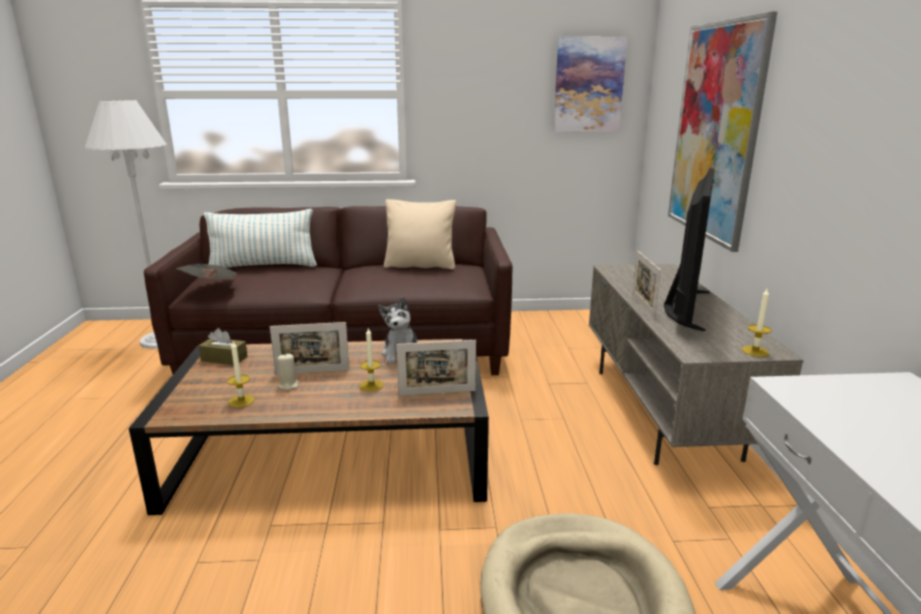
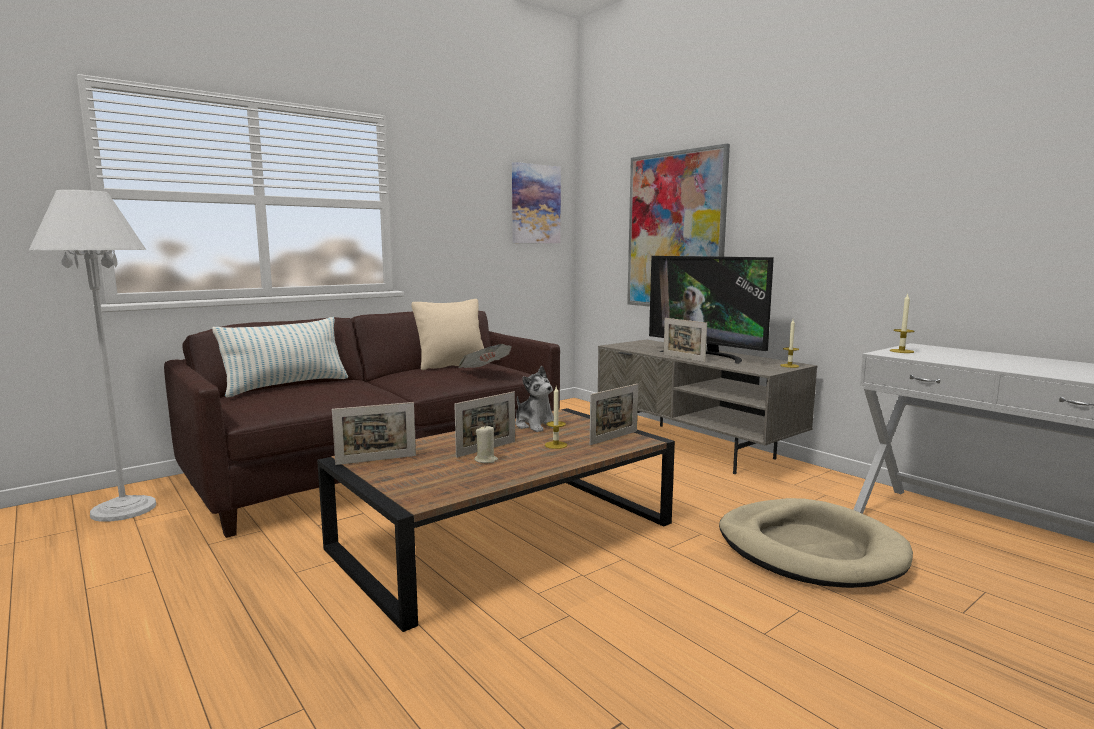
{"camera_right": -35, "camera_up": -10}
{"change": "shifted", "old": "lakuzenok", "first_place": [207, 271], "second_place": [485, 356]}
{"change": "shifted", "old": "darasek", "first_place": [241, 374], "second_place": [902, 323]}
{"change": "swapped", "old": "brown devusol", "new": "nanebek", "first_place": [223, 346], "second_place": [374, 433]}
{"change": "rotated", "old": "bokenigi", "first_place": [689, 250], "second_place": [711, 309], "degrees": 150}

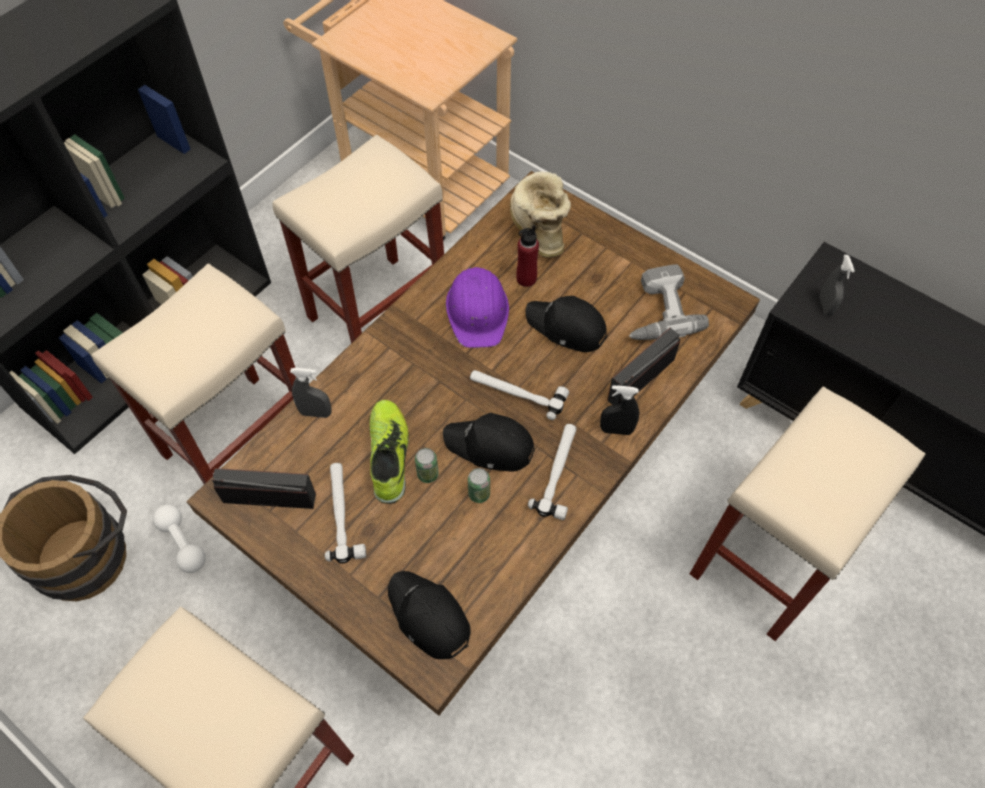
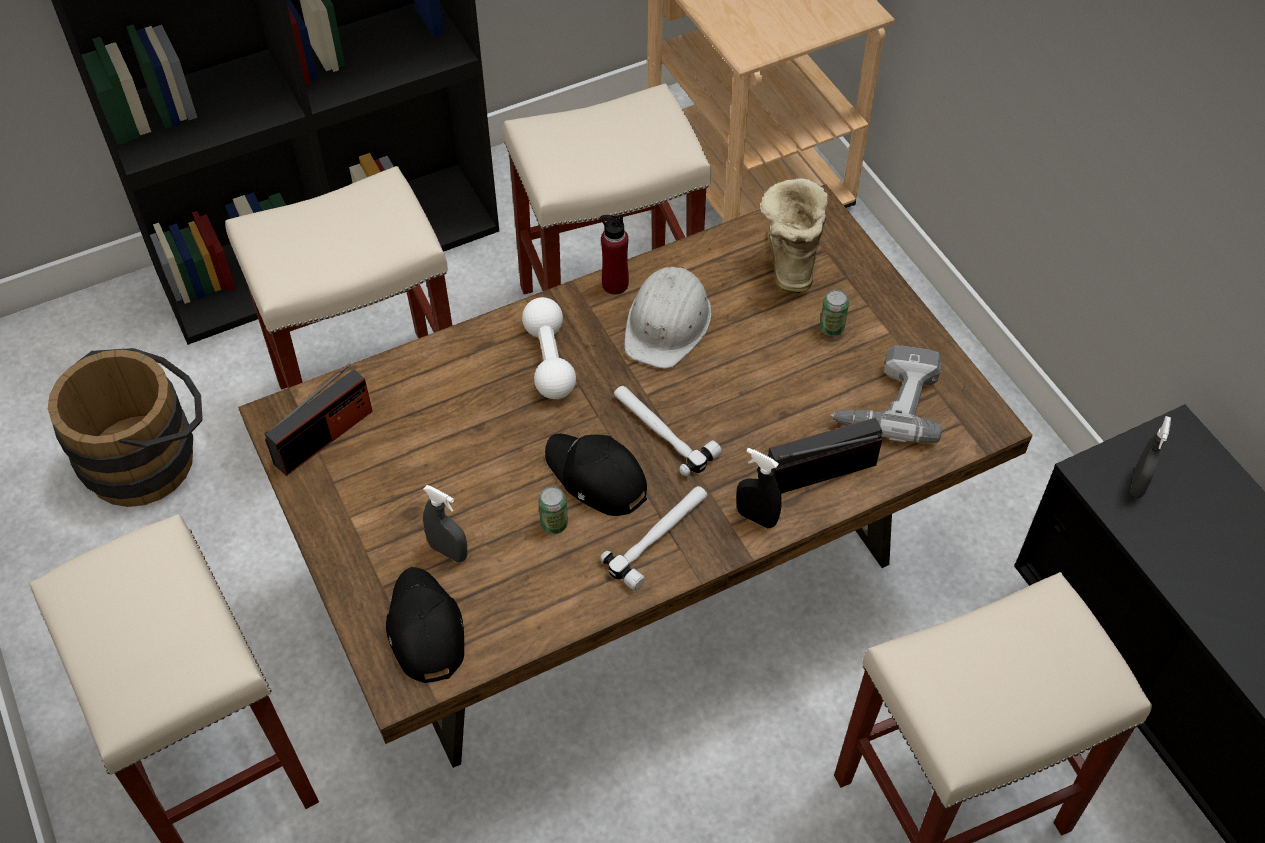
{"camera_right": 25, "camera_up": -5}
{"change": "gone", "old": "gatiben", "first_place": [346, 513]}
{"change": "gone", "old": "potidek", "first_place": [389, 452]}
{"change": "gone", "old": "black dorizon", "first_place": [566, 324]}
{"change": "shifted", "old": "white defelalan", "first_place": [179, 539], "second_place": [549, 348]}
{"change": "shifted", "old": "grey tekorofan", "first_place": [311, 393], "second_place": [445, 523]}
{"change": "shifted", "old": "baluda", "first_place": [427, 465], "second_place": [834, 312]}
{"change": "shifted", "old": "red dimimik", "first_place": [527, 256], "second_place": [614, 254]}
{"change": "repainted", "old": "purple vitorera", "new": "white vitorera", "first_place": [477, 307], "second_place": [668, 318]}
{"change": "rotated", "old": "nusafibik", "first_place": [263, 488], "second_place": [319, 420], "degrees": 105}

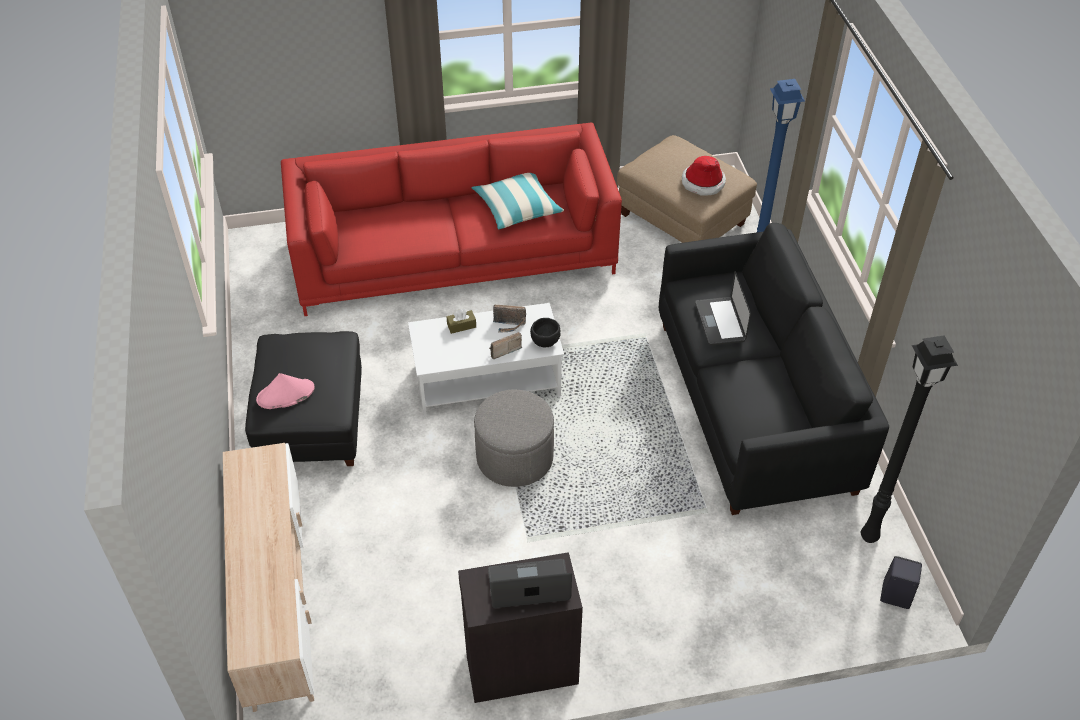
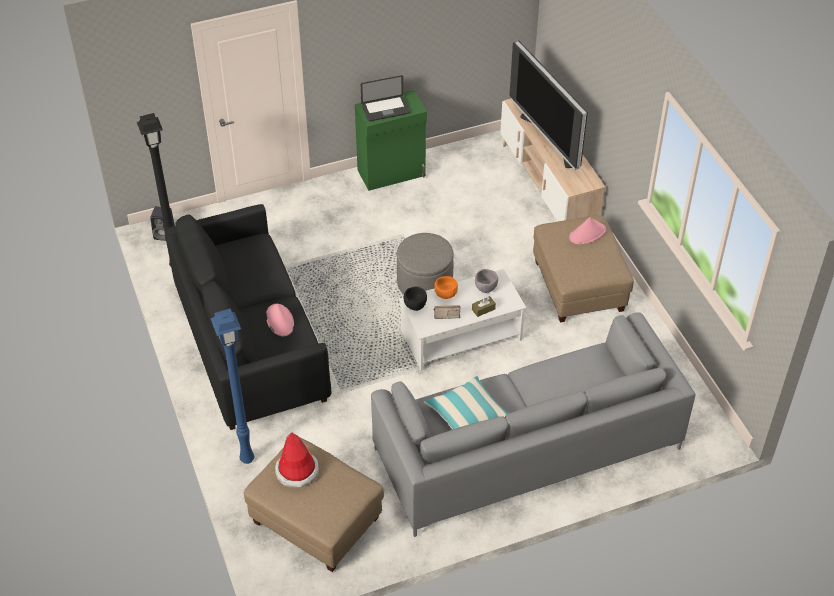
{"camera_right": 170, "camera_up": 0}
{"change": "new", "new": "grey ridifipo", "second_place": [486, 281]}
{"change": "new", "new": "bokenigi", "second_place": [548, 105]}
{"change": "swapped", "old": "nusafibik", "new": "orange ridifipo", "first_place": [505, 345], "second_place": [446, 287]}
{"change": "swapped", "old": "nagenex", "new": "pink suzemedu", "first_place": [723, 308], "second_place": [280, 319]}
{"change": "repainted", "old": "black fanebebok", "new": "beige fanebebok", "first_place": [303, 398], "second_place": [583, 268]}
{"change": "repainted", "old": "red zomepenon", "new": "grey zomepenon", "first_place": [451, 219], "second_place": [533, 424]}
{"change": "repainted", "old": "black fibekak", "new": "green fibekak", "first_place": [520, 627], "second_place": [391, 140]}

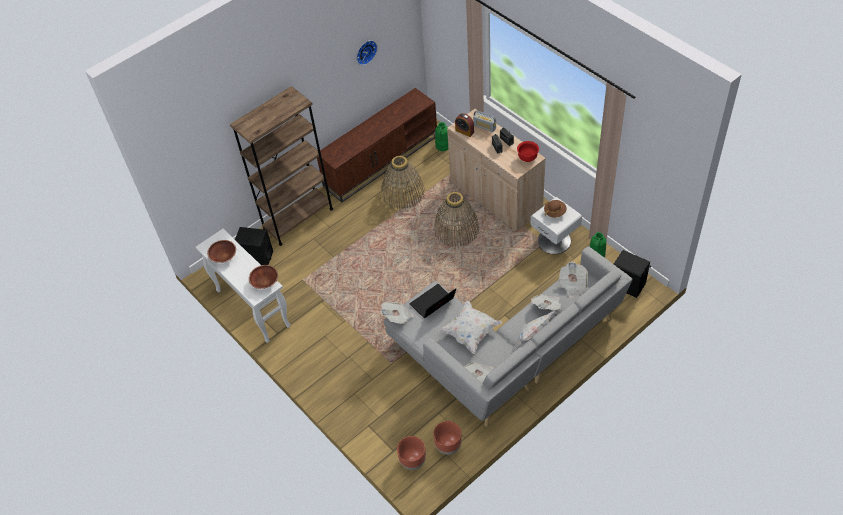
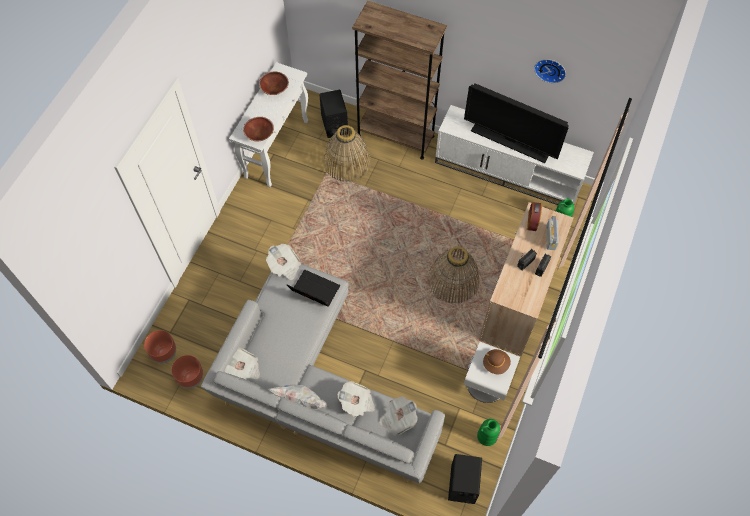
{"camera_right": 60, "camera_up": 10}
{"change": "gone", "old": "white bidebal", "first_place": [470, 327]}
{"change": "gone", "old": "red ridifipo", "first_place": [528, 151]}
{"change": "new", "new": "bokenigi", "second_place": [516, 123]}
{"change": "shifted", "old": "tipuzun", "first_place": [403, 182], "second_place": [347, 153]}
{"change": "repainted", "old": "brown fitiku", "new": "white fitiku", "first_place": [377, 145], "second_place": [514, 155]}

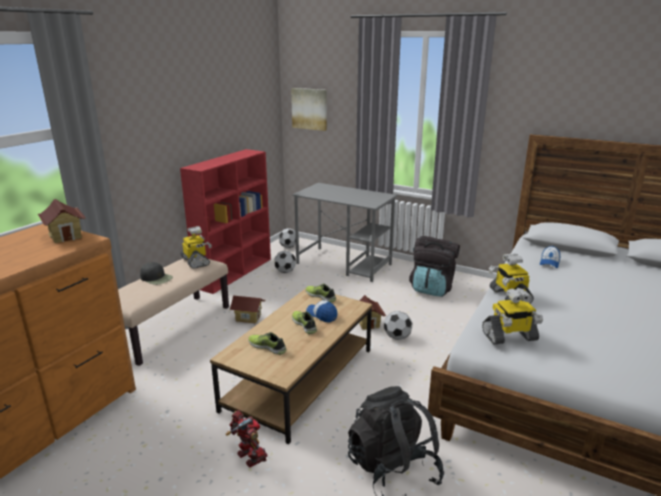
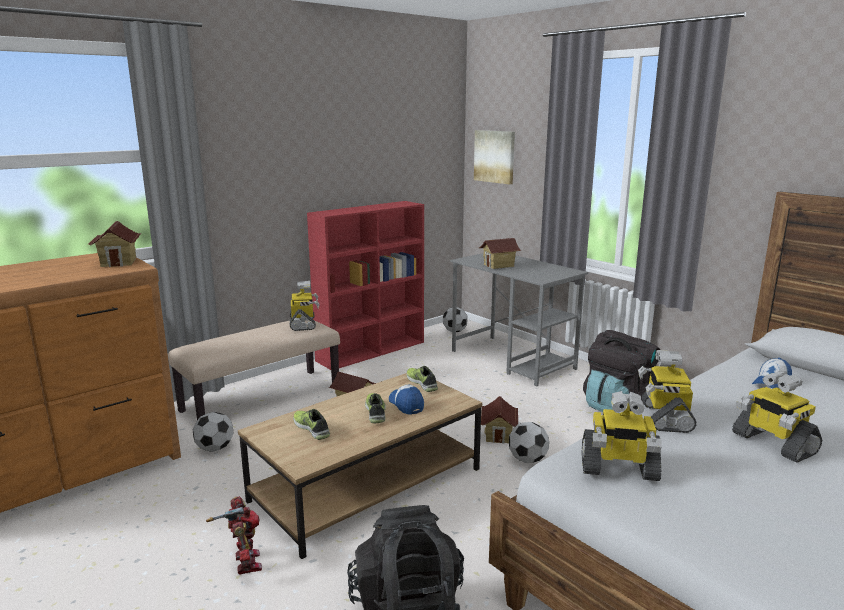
{"camera_right": 20, "camera_up": -5}
{"change": "gone", "old": "black dorizon", "first_place": [156, 273]}
{"change": "new", "new": "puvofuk", "second_place": [500, 253]}
{"change": "new", "new": "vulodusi", "second_place": [777, 417]}
{"change": "shifted", "old": "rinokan", "first_place": [285, 262], "second_place": [213, 432]}

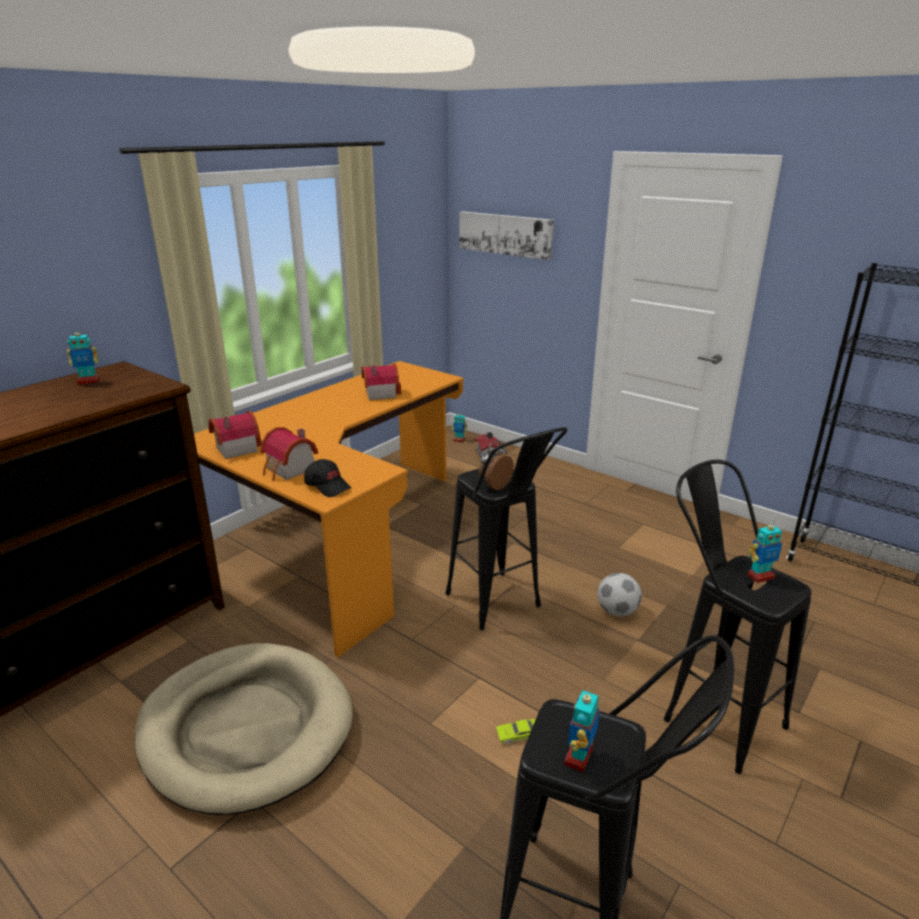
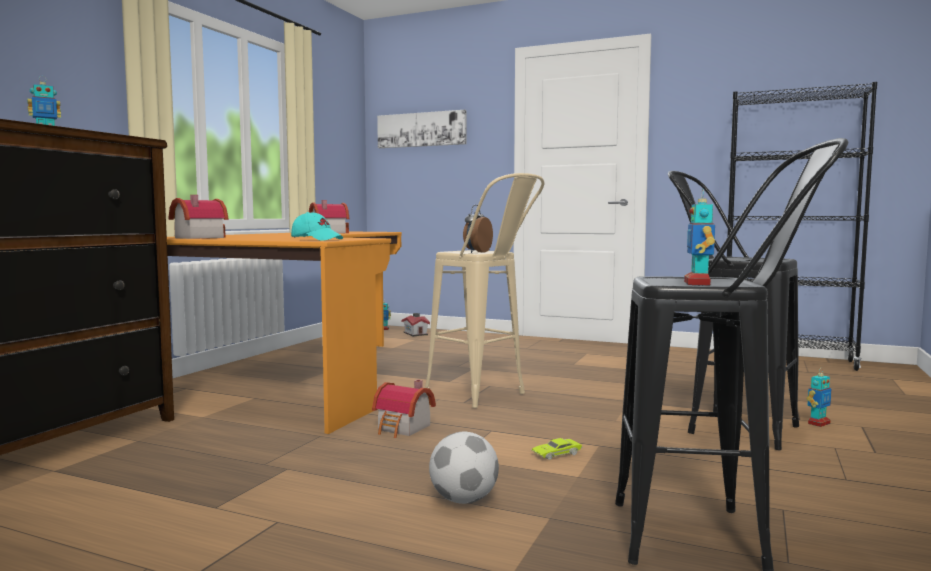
{"camera_right": -15, "camera_up": -20}
{"change": "gone", "old": "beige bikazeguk", "first_place": [243, 729]}
{"change": "shifted", "old": "puvofuk", "first_place": [289, 454], "second_place": [404, 409]}
{"change": "shifted", "old": "rinokan", "first_place": [620, 595], "second_place": [464, 468]}
{"change": "shifted", "old": "vulodusi", "first_place": [764, 551], "second_place": [819, 397]}
{"change": "repainted", "old": "black dorizon", "new": "turquoise dorizon", "first_place": [327, 478], "second_place": [317, 226]}
{"change": "repainted", "old": "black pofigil", "new": "beige pofigil", "first_place": [506, 528], "second_place": [485, 290]}

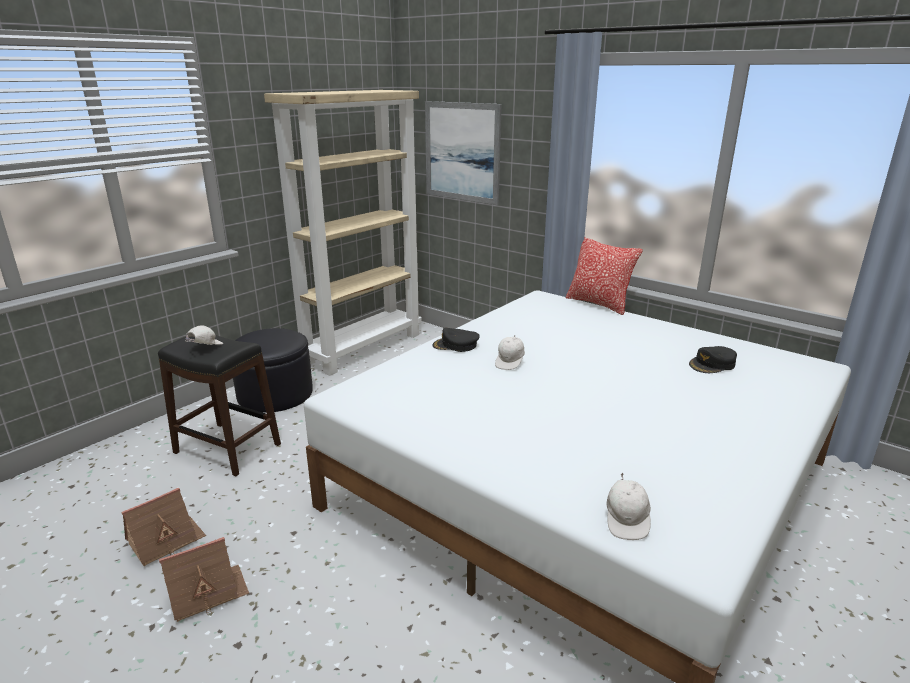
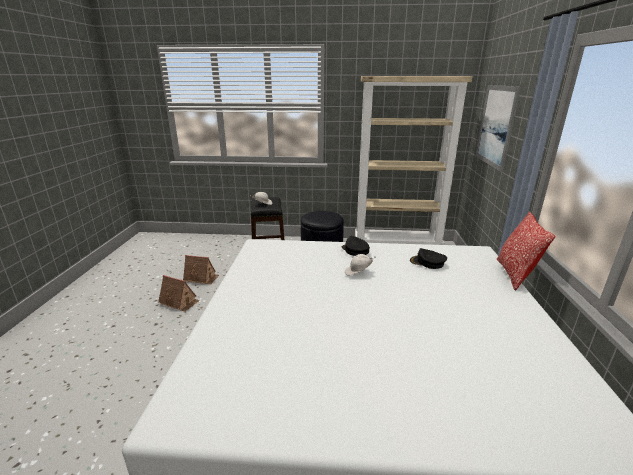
{"camera_right": 55, "camera_up": 0}
{"change": "gone", "old": "white dorizon", "first_place": [628, 506]}
{"change": "shifted", "old": "black dorizon", "first_place": [713, 359], "second_place": [428, 258]}

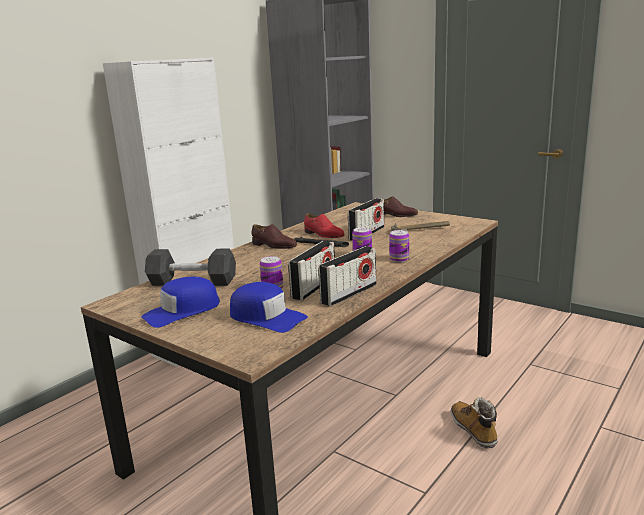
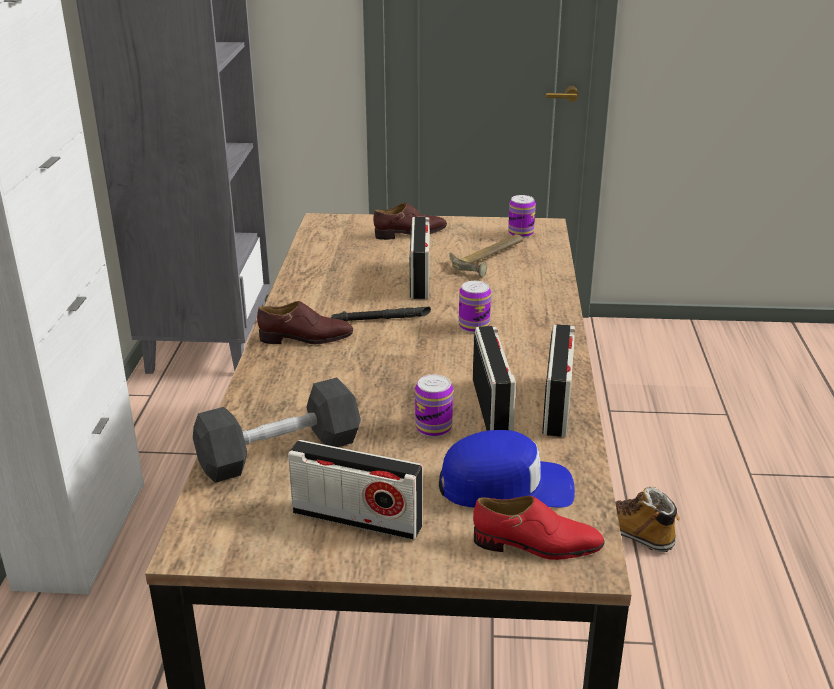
{"camera_right": -35, "camera_up": 10}
{"change": "shifted", "old": "red potidek", "first_place": [324, 225], "second_place": [539, 528]}
{"change": "shifted", "old": "baluda", "first_place": [399, 246], "second_place": [522, 216]}
{"change": "swapped", "old": "blue dorizon", "new": "nusafibik", "first_place": [180, 302], "second_place": [355, 490]}

